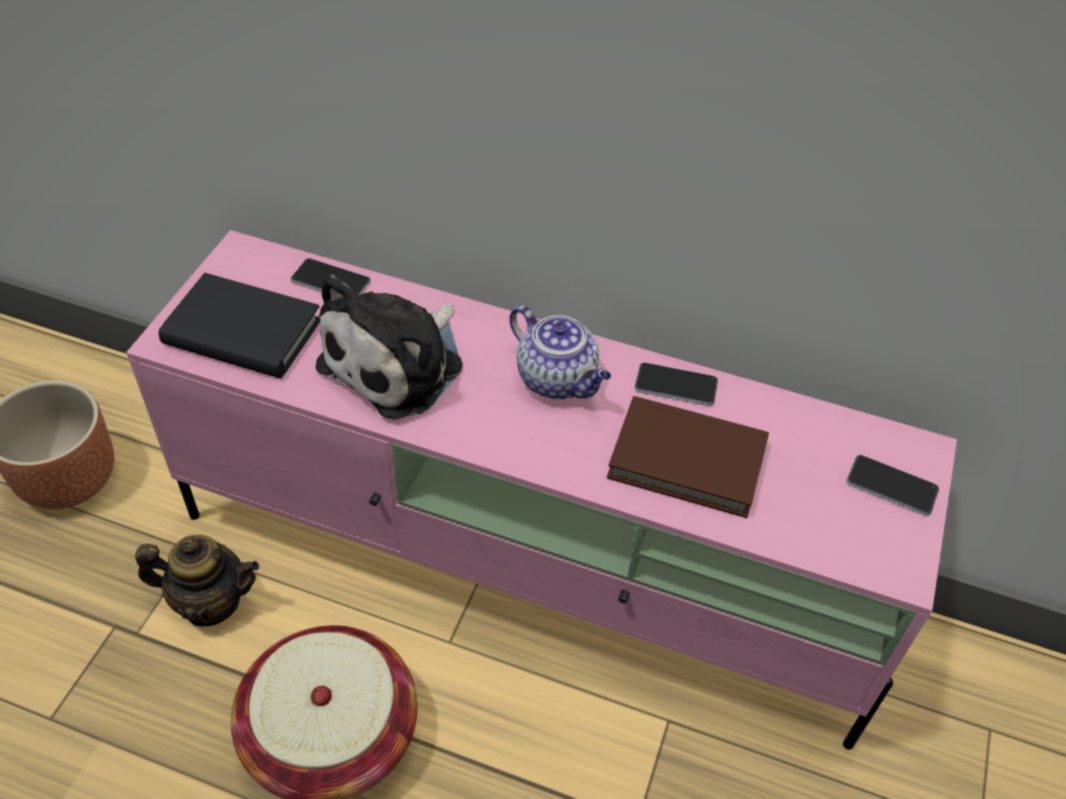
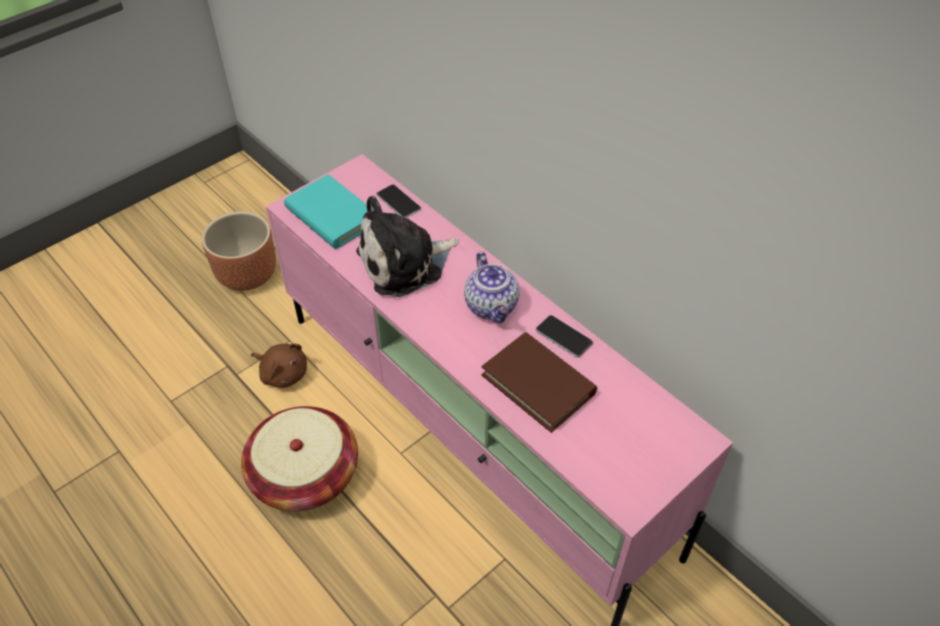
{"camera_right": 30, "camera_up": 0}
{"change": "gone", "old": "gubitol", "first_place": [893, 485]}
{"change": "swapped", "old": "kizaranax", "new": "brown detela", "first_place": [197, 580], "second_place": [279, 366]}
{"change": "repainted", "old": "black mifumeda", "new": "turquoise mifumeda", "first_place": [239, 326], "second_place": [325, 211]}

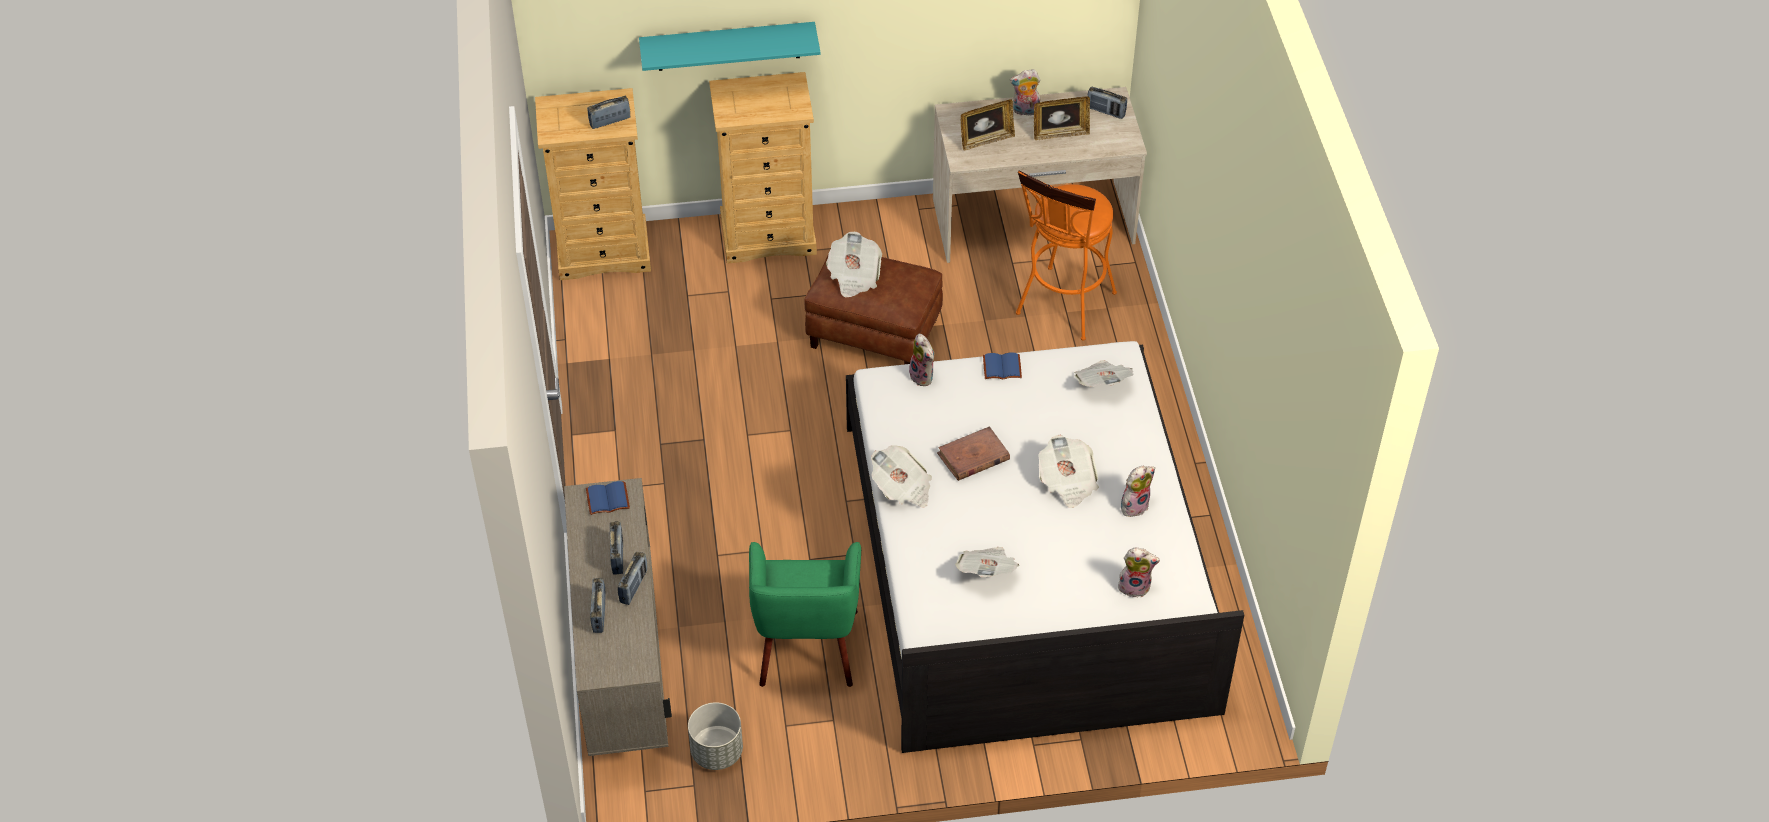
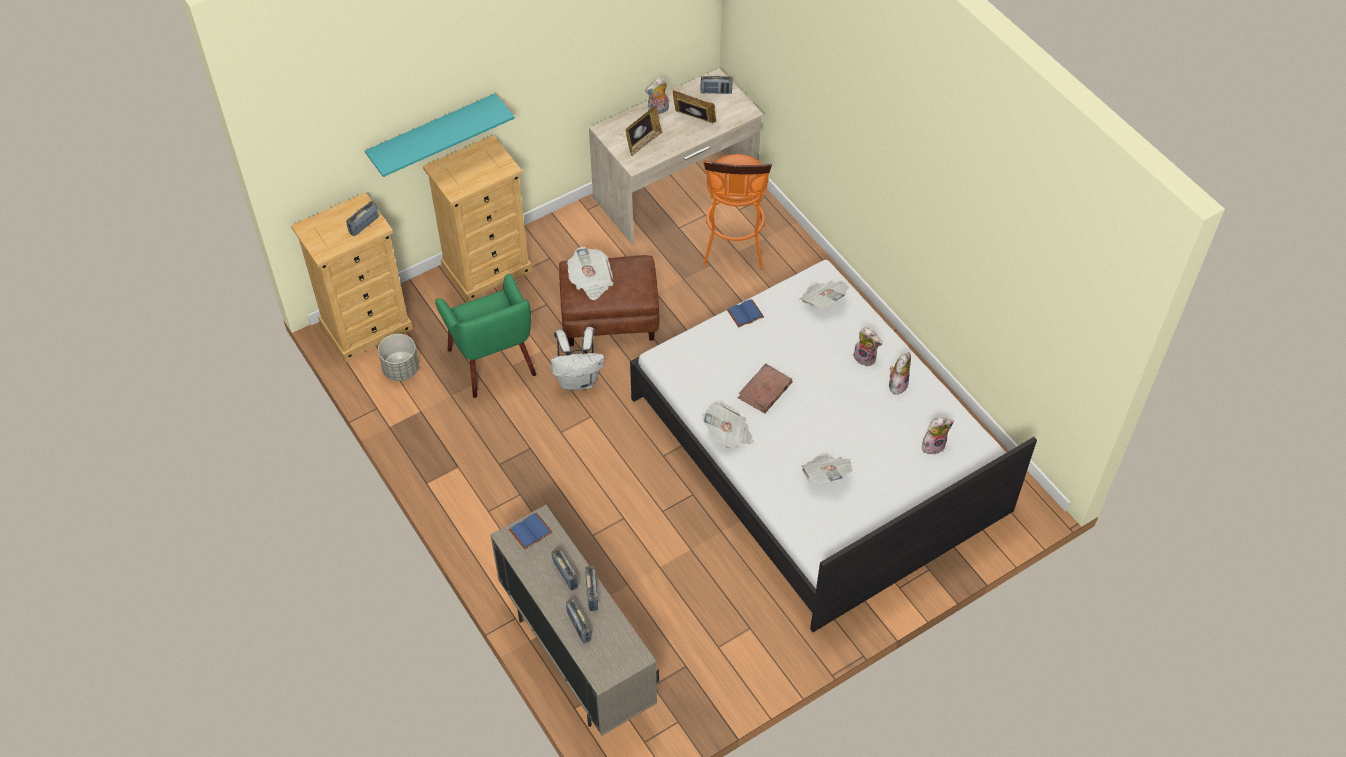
{"camera_right": -25, "camera_up": 5}
{"change": "gone", "old": "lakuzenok", "first_place": [1068, 471]}
{"change": "new", "new": "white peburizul", "second_place": [577, 358]}
{"change": "shifted", "old": "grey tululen", "first_place": [715, 736], "second_place": [398, 357]}
{"change": "shifted", "old": "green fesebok", "first_place": [805, 614], "second_place": [485, 335]}
{"change": "shifted", "old": "detela", "first_place": [922, 360], "second_place": [868, 347]}
{"change": "rotated", "old": "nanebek", "first_place": [1062, 118], "second_place": [694, 106], "degrees": -120}

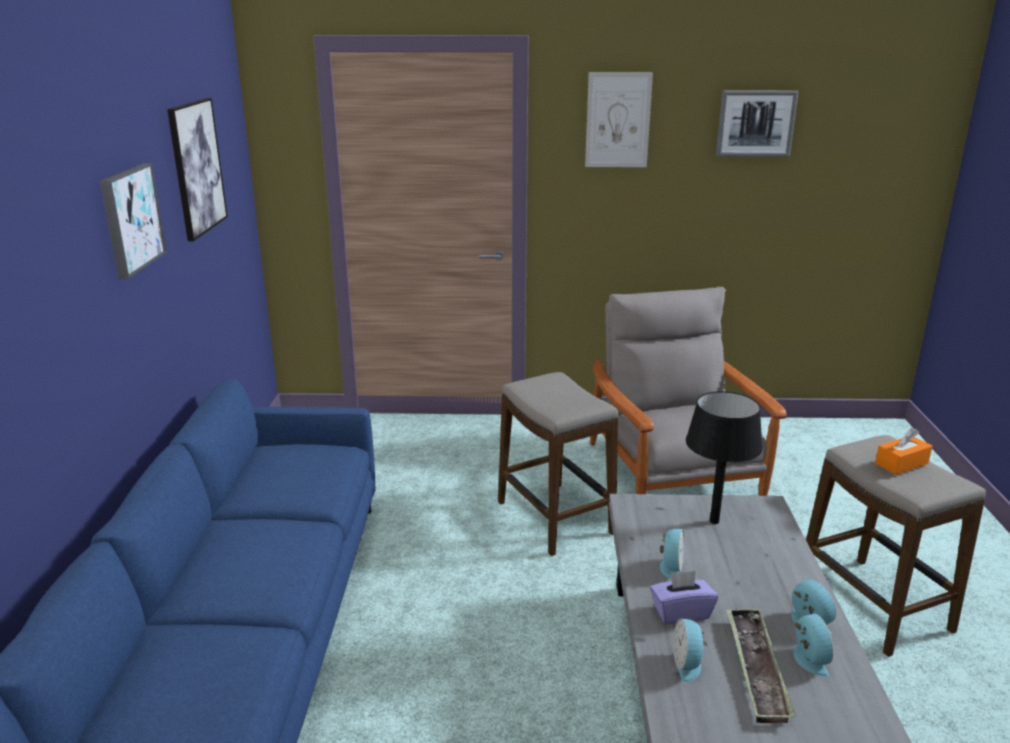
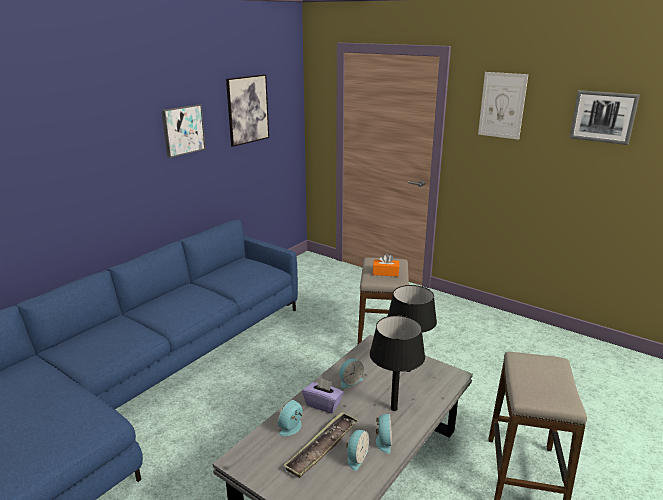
{"camera_right": 35, "camera_up": 0}
{"change": "gone", "old": "grey fesebok", "first_place": [688, 391]}
{"change": "new", "new": "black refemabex", "second_place": [397, 363]}
{"change": "shifted", "old": "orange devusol", "first_place": [903, 451], "second_place": [386, 265]}

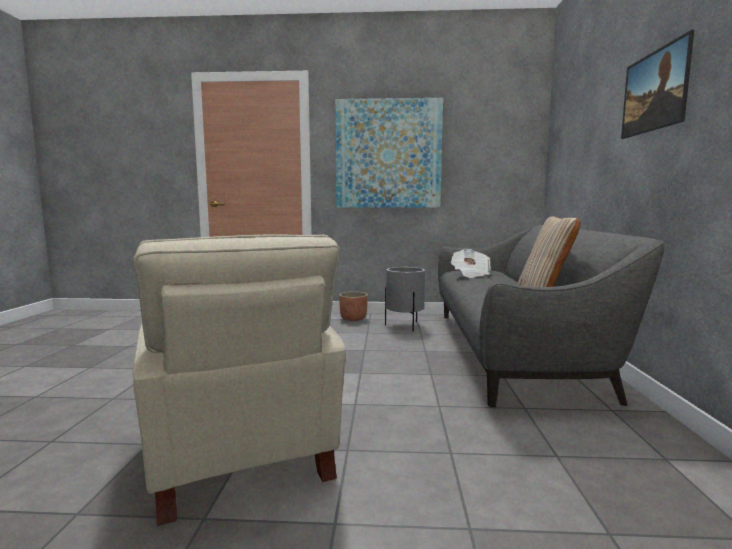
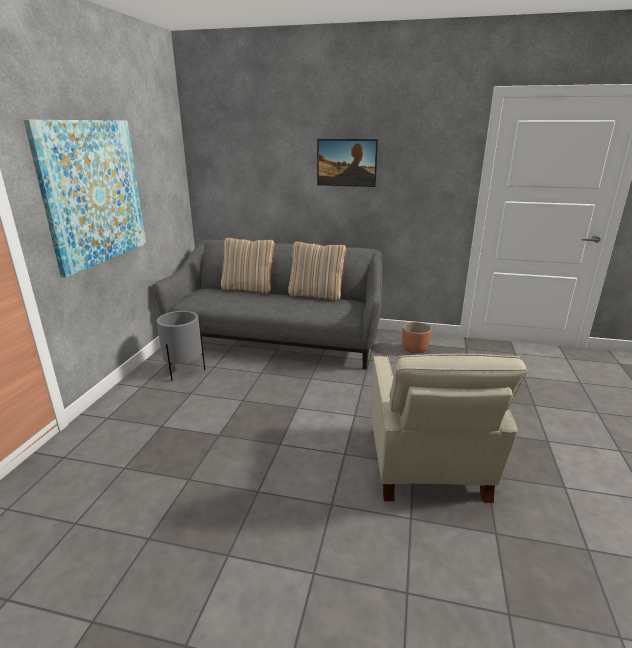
{"camera_right": -80, "camera_up": 15}
{"change": "gone", "old": "lakuzenok", "first_place": [471, 263]}
{"change": "new", "new": "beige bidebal", "second_place": [248, 265]}
{"change": "shifted", "old": "tululen", "first_place": [353, 306], "second_place": [417, 338]}
{"change": "rotated", "old": "beige fesebok", "first_place": [239, 380], "second_place": [448, 428], "degrees": 105}

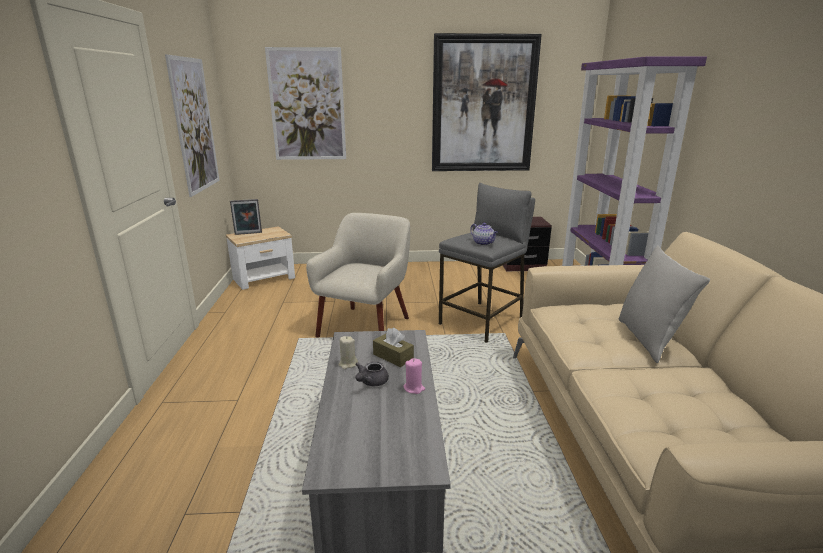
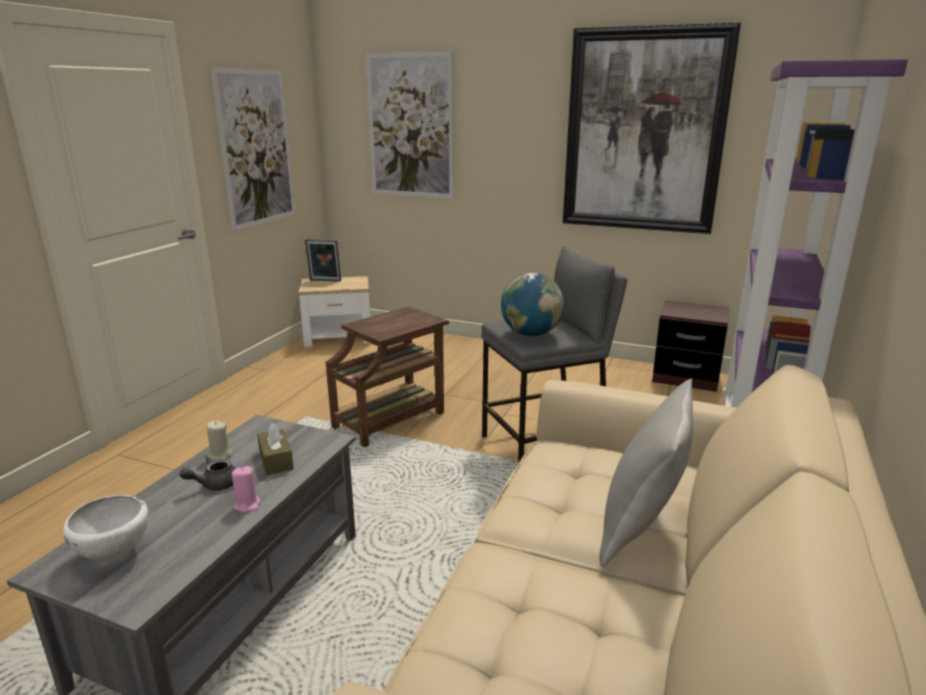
{"camera_right": 25, "camera_up": 0}
{"change": "new", "new": "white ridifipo", "second_place": [105, 528]}
{"change": "swapped", "old": "beige fesebok", "new": "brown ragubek", "first_place": [358, 275], "second_place": [387, 376]}
{"change": "swapped", "old": "kizaranax", "new": "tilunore", "first_place": [484, 234], "second_place": [532, 304]}

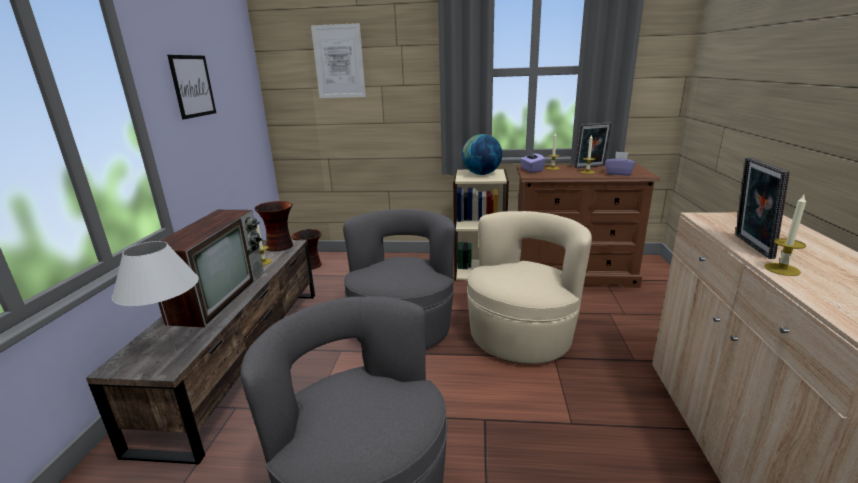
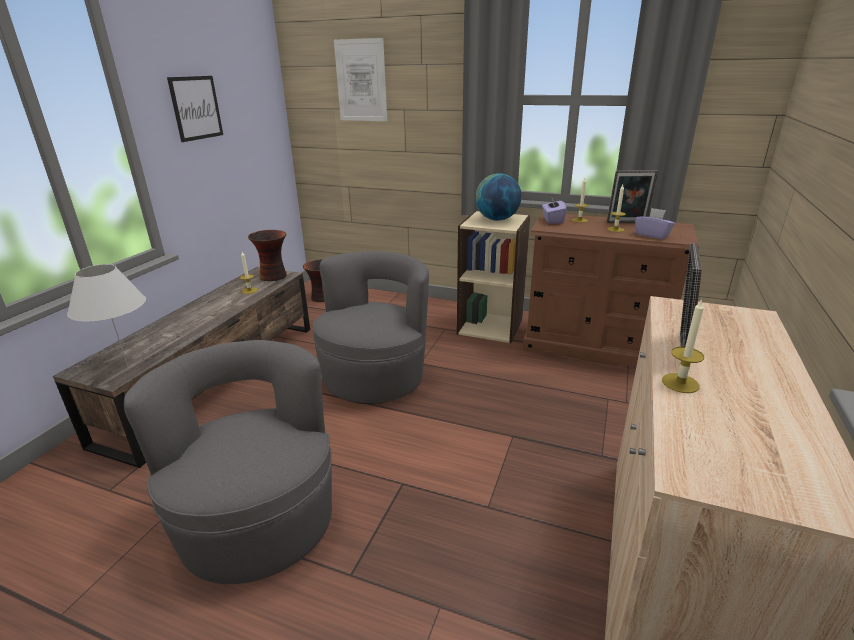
{"camera_right": 15, "camera_up": 5}
{"change": "gone", "old": "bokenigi", "first_place": [211, 268]}
{"change": "gone", "old": "beige fesebok", "first_place": [529, 287]}

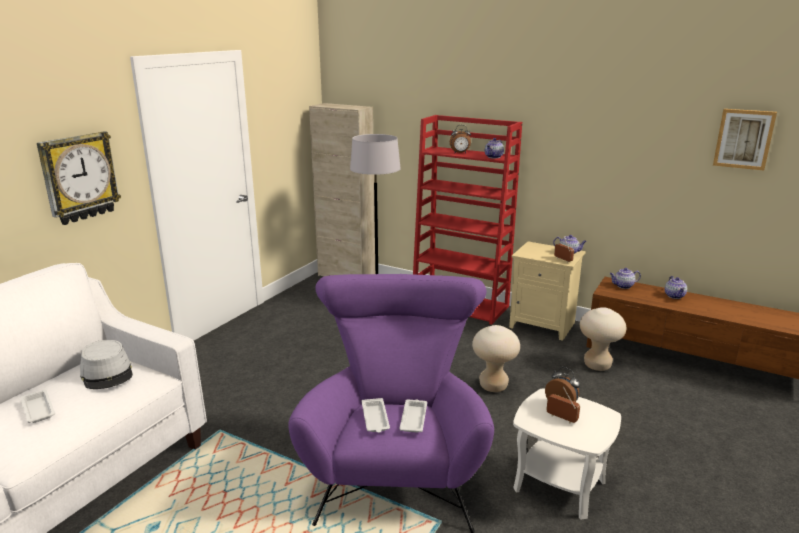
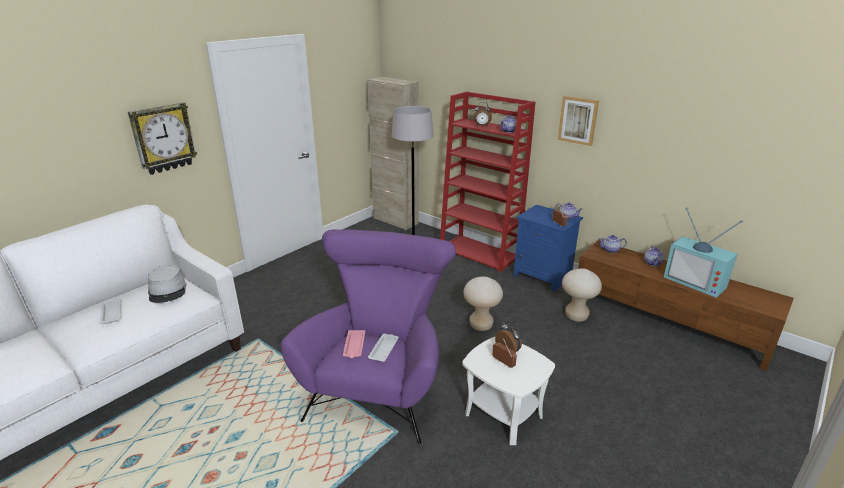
{"camera_right": 10, "camera_up": 5}
{"change": "new", "new": "bokenigi", "second_place": [703, 253]}
{"change": "shifted", "old": "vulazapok", "first_place": [745, 139], "second_place": [578, 121]}
{"change": "repainted", "old": "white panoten", "new": "pink panoten", "first_place": [376, 415], "second_place": [354, 344]}
{"change": "repainted", "old": "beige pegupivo", "new": "blue pegupivo", "first_place": [547, 291], "second_place": [548, 248]}

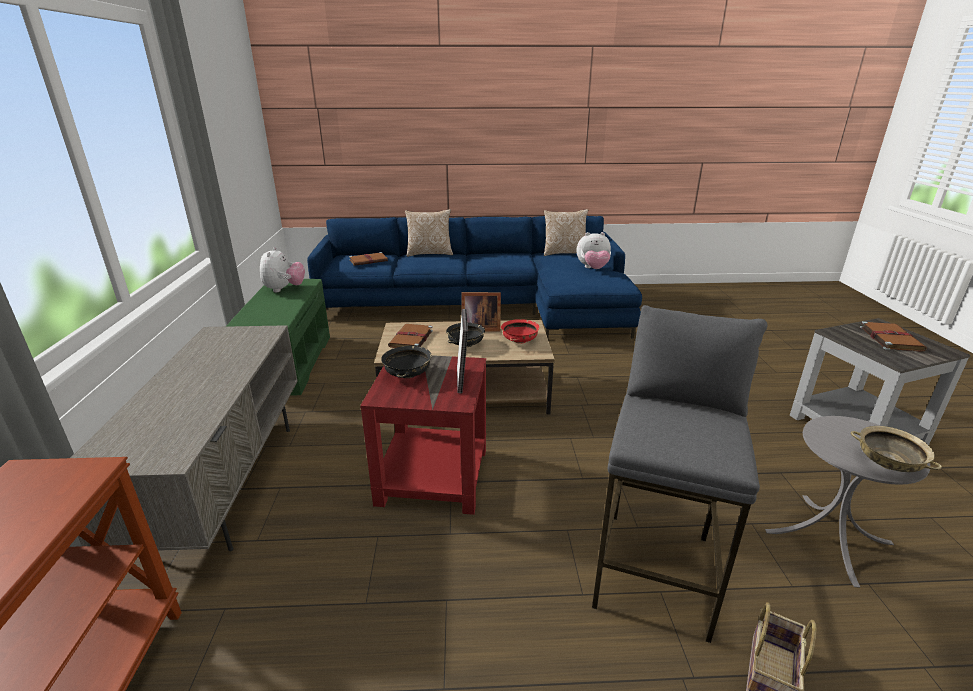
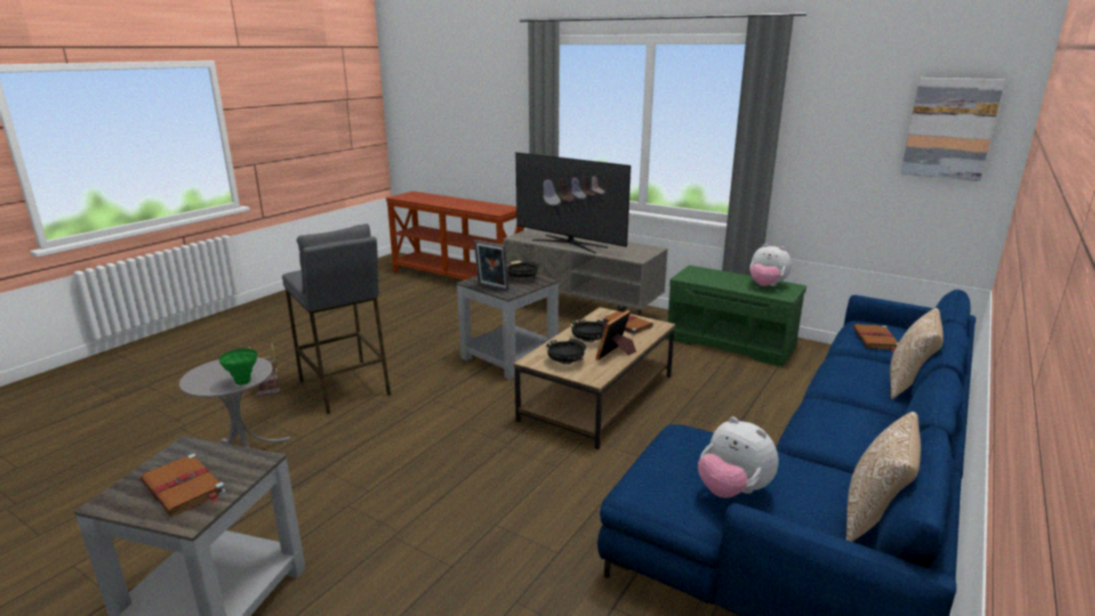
{"camera_right": 125, "camera_up": -5}
{"change": "gone", "old": "beige ridifipo", "first_place": [896, 449]}
{"change": "new", "new": "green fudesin", "second_place": [238, 367]}
{"change": "new", "new": "bokenigi", "second_place": [573, 203]}
{"change": "new", "new": "vulazapok", "second_place": [953, 129]}
{"change": "repainted", "old": "red ragubek", "new": "grey ragubek", "first_place": [423, 435], "second_place": [508, 327]}
{"change": "repainted", "old": "red ridifipo", "new": "black ridifipo", "first_place": [520, 331], "second_place": [566, 351]}
{"change": "rotated", "old": "detela", "first_place": [594, 250], "second_place": [738, 457], "degrees": -75}

